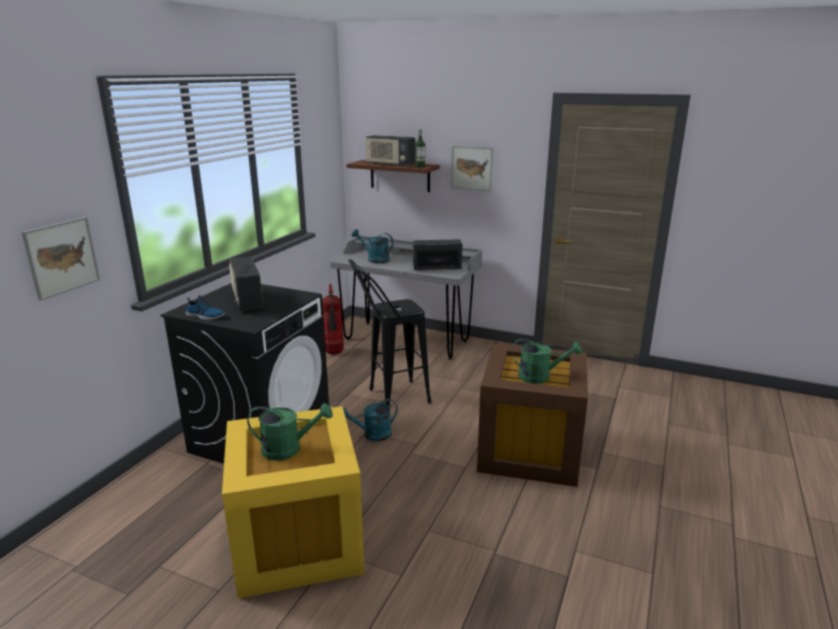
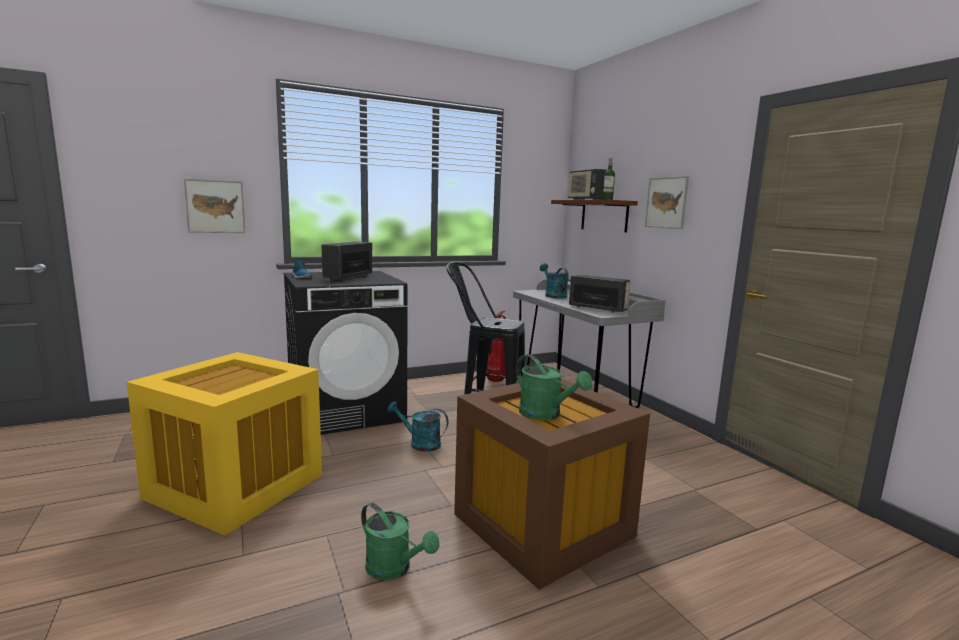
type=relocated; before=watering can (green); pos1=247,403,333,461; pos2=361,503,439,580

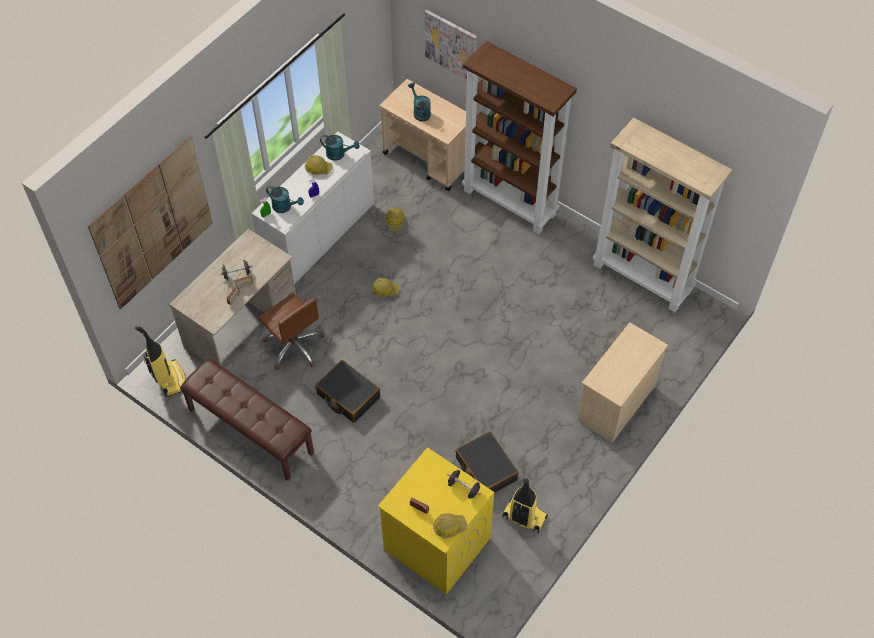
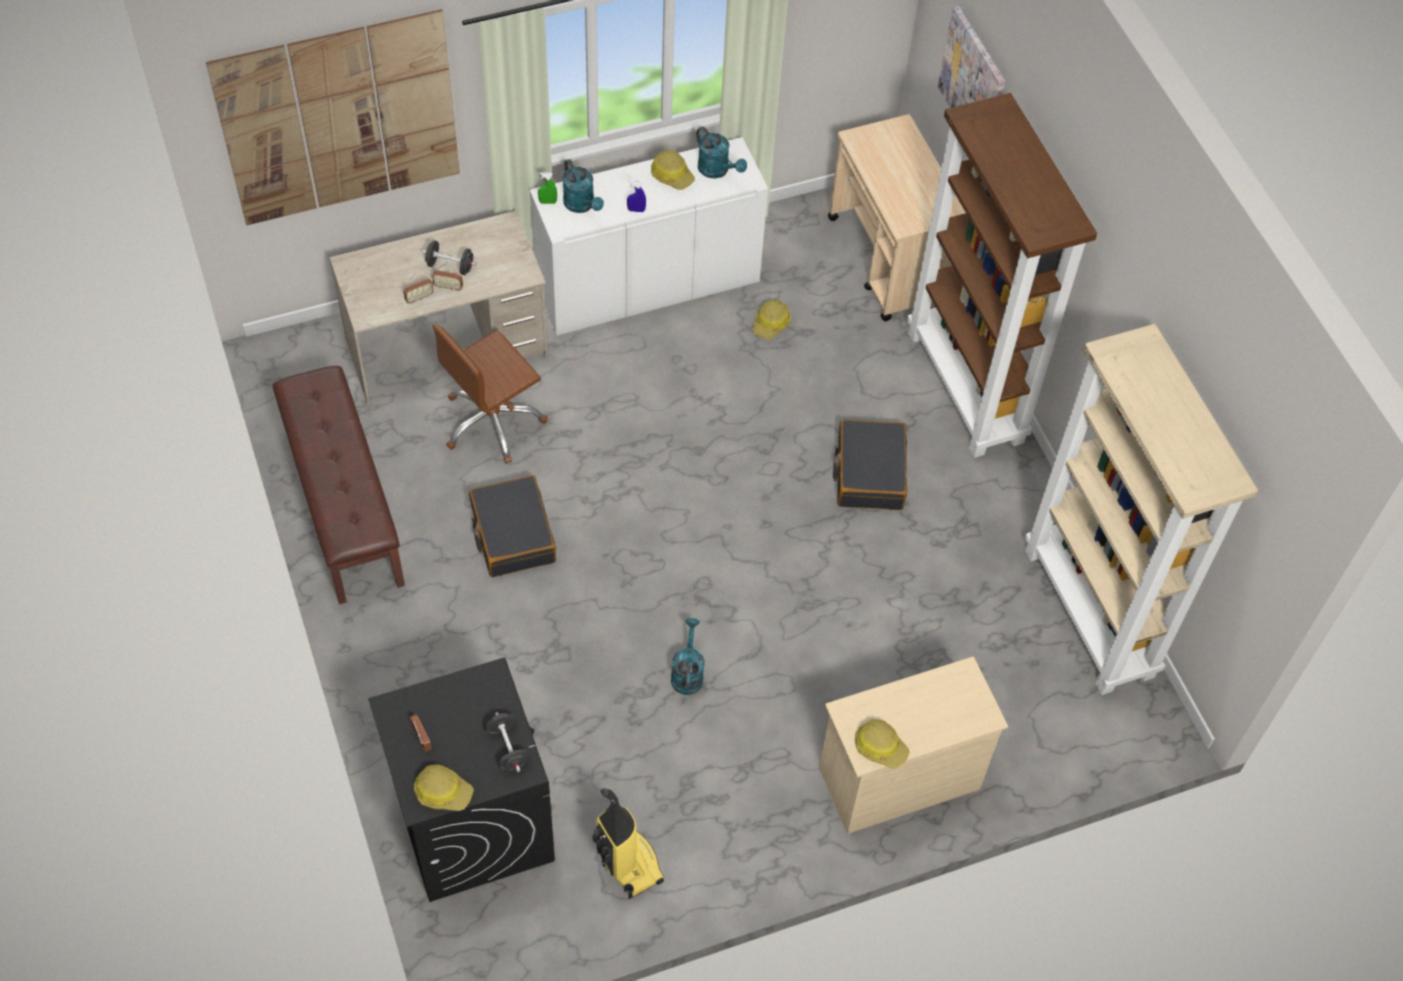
type=colour; before=washing machine (yellow); after=washing machine (black); pos1=378,447,494,595; pos2=368,658,555,902
type=spun; before=office chair (brown); pos1=258,293,325,370; pos2=433,324,547,463; turn=60
type=relocated; before=watering can (turquoise); pos1=408,83,431,121; pos2=671,618,705,695
type=relocated; before=suitcase (black); pos1=455,431,519,493; pos2=833,420,907,510
type=relocated; before=hard hat; pos1=372,278,399,297; pos2=855,719,910,769
type=missing; before=vacuum cleaner; pos1=135,326,186,397

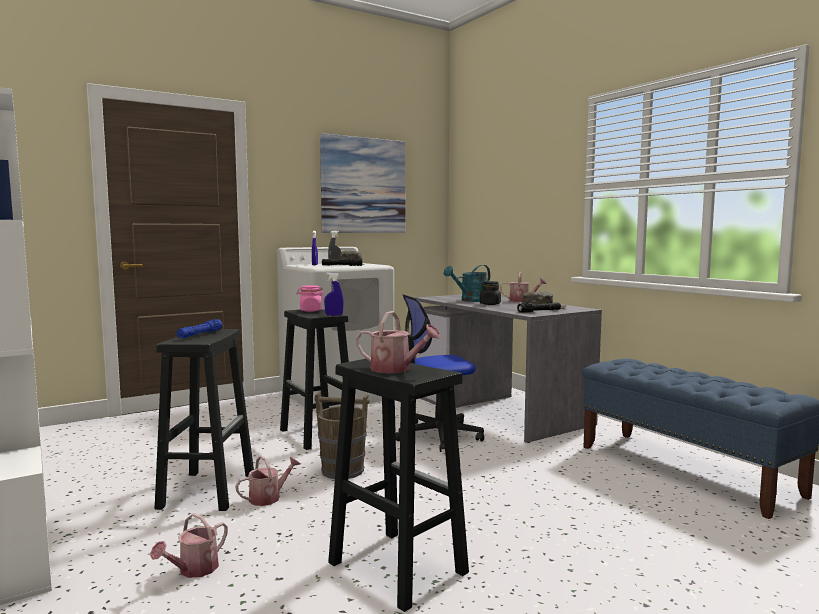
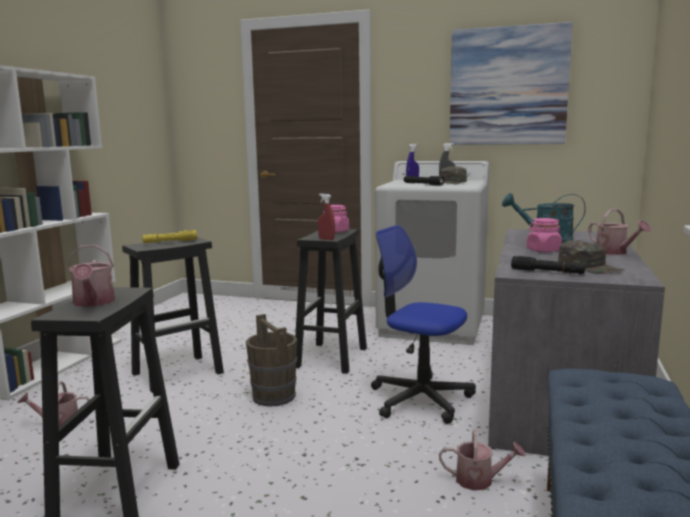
type=colour; before=flashlight (blue); after=flashlight (yellow); pos1=177,319,223,338; pos2=142,230,197,243
type=colour; before=spray bottle (blue); after=spray bottle (red); pos1=324,272,344,316; pos2=318,193,335,240
type=relocated; before=watering can; pos1=235,456,300,506; pos2=439,429,526,491
type=colour; before=jar (black); after=jar (pink); pos1=480,281,501,305; pos2=527,218,562,252

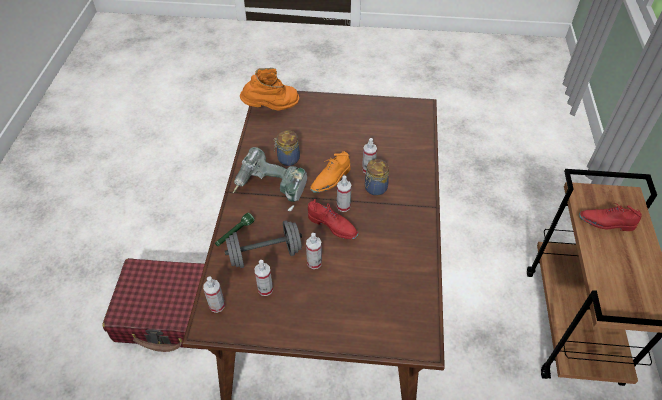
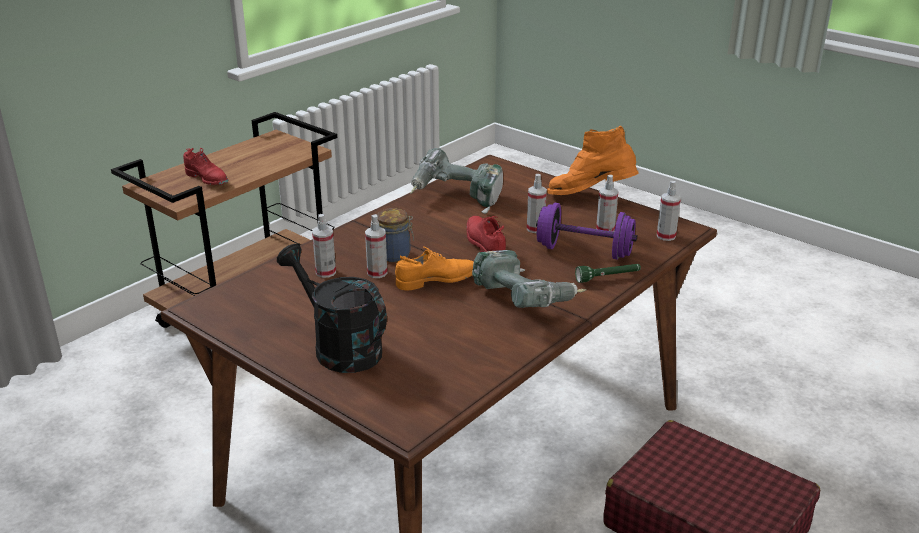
type=appeared; after=watering can (black); pos2=277,244,387,373
type=relocated; before=spray bottle; pos1=337,176,351,212; pos2=312,214,336,278
type=appeared; after=power drill; pos2=410,148,503,214
type=colour; before=dumbbell (grey); after=dumbbell (purple); pos1=225,220,302,268; pos2=536,203,637,260
type=relocated; before=boot (orange); pos1=240,68,299,111; pos2=547,126,638,195
type=missing; before=jar; pos1=274,130,300,166

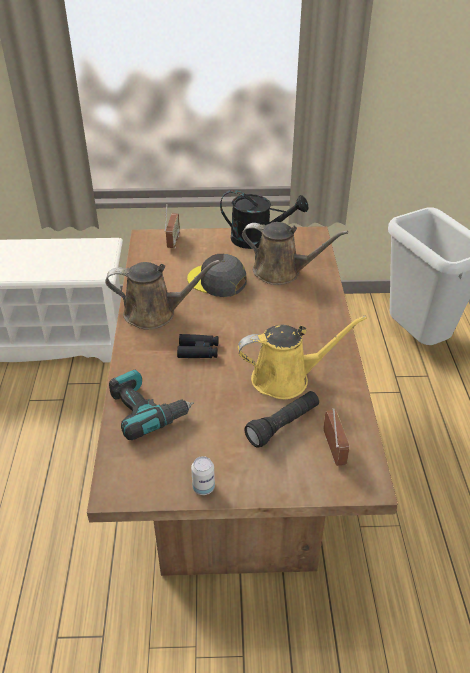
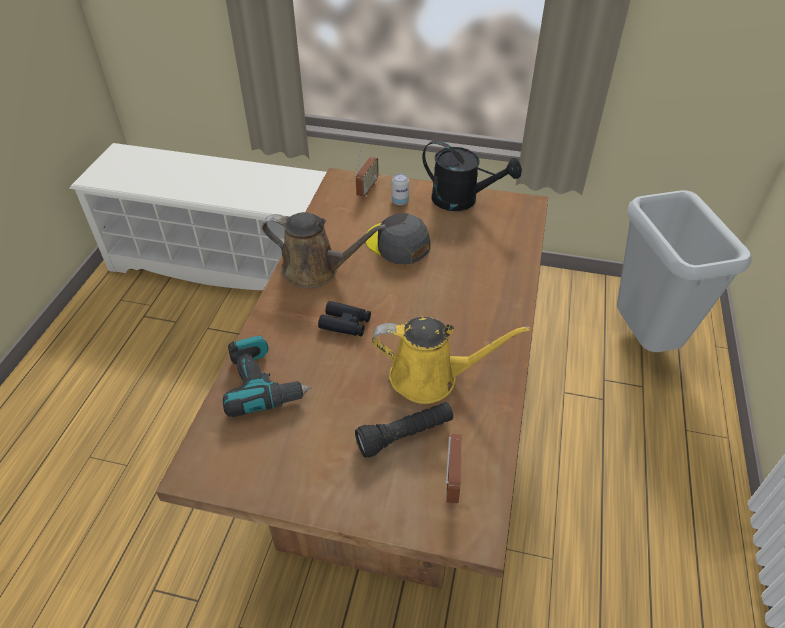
type=relocated; before=can; pos1=191,456,215,495; pos2=392,173,409,205
type=missing; before=watering can (brown); pos1=242,222,348,285

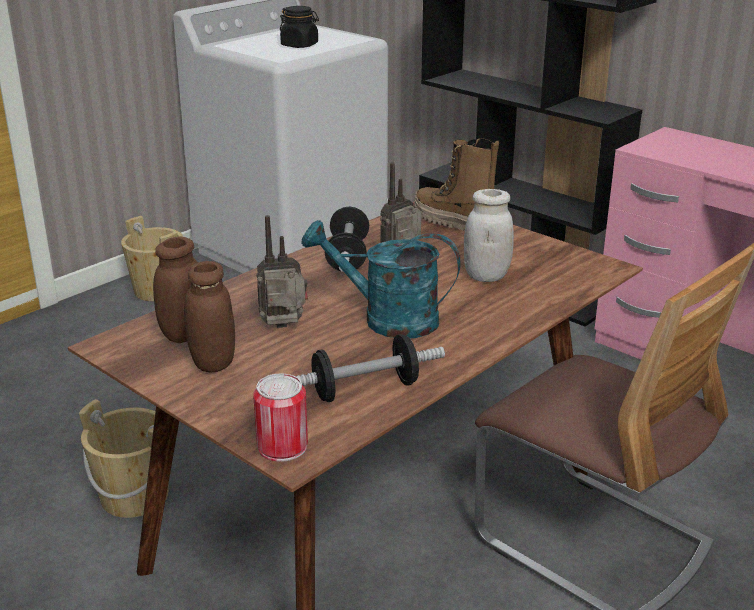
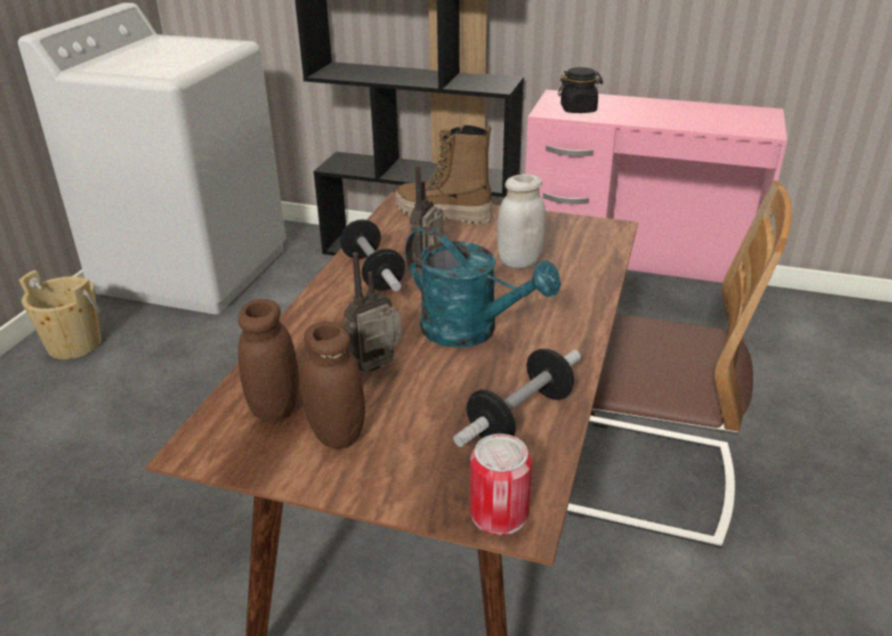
type=spun; before=watering can (turquoise); pos1=301,220,460,338; pos2=405,227,561,348; turn=-135
type=relocated; before=jar (black); pos1=280,6,319,48; pos2=558,67,603,113
type=missing; before=bucket (beige); pos1=79,399,169,518

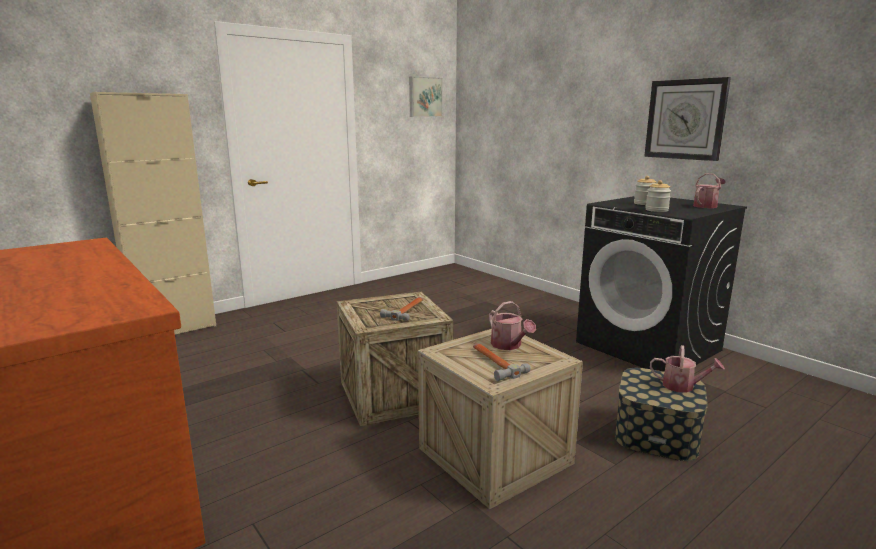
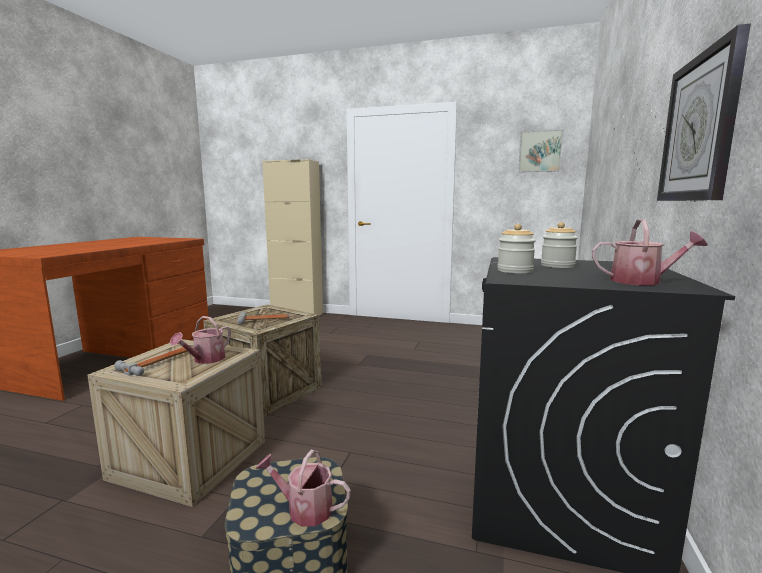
type=spun; before=watering can; pos1=650,345,725,393; pos2=255,450,351,526; turn=120

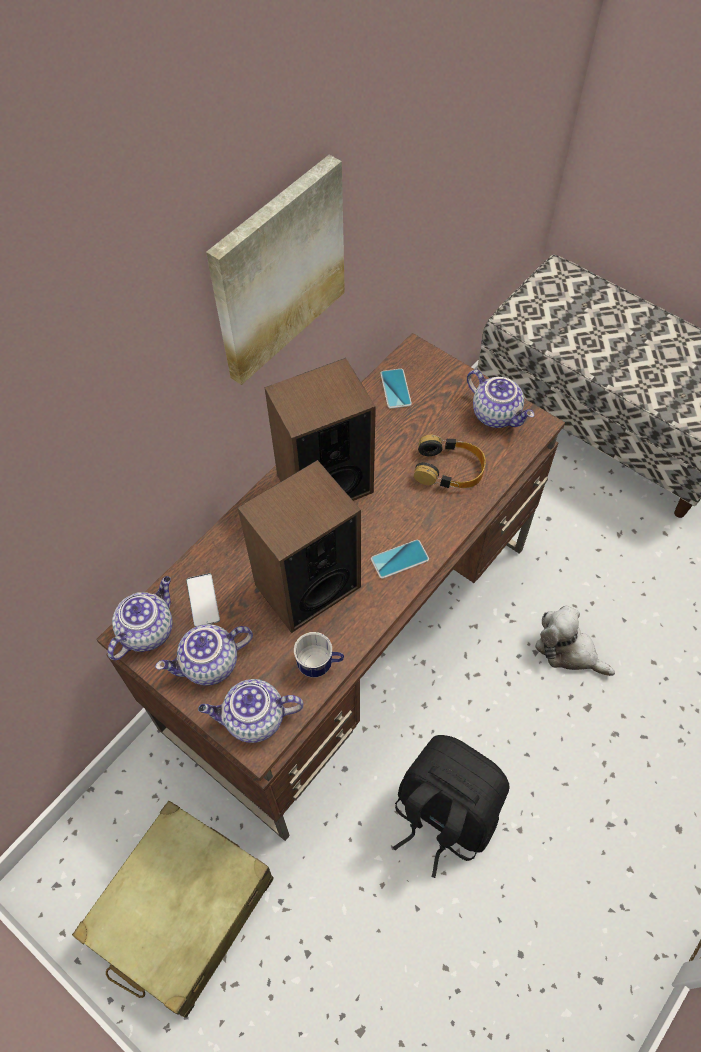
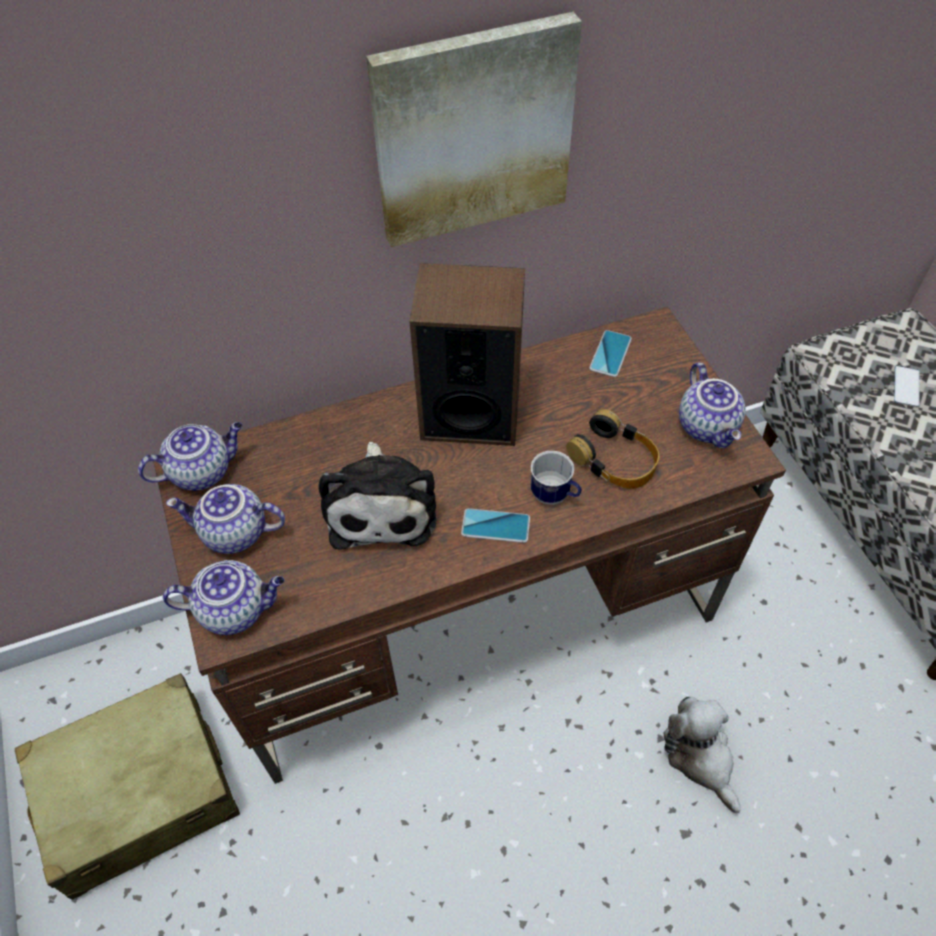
type=spun; before=teapot; pos1=198,679,303,743; pos2=163,560,284,635; turn=150
type=exchanged; before=speaker; after=plush toy; pos1=238,460,361,633; pos2=318,442,437,549
type=relocated; before=mug; pos1=294,632,344,678; pos2=531,451,582,504
type=relocated; before=phone; pos1=186,573,220,627; pos2=894,365,919,407
type=missing; before=backpack (black); pos1=393,735,510,878

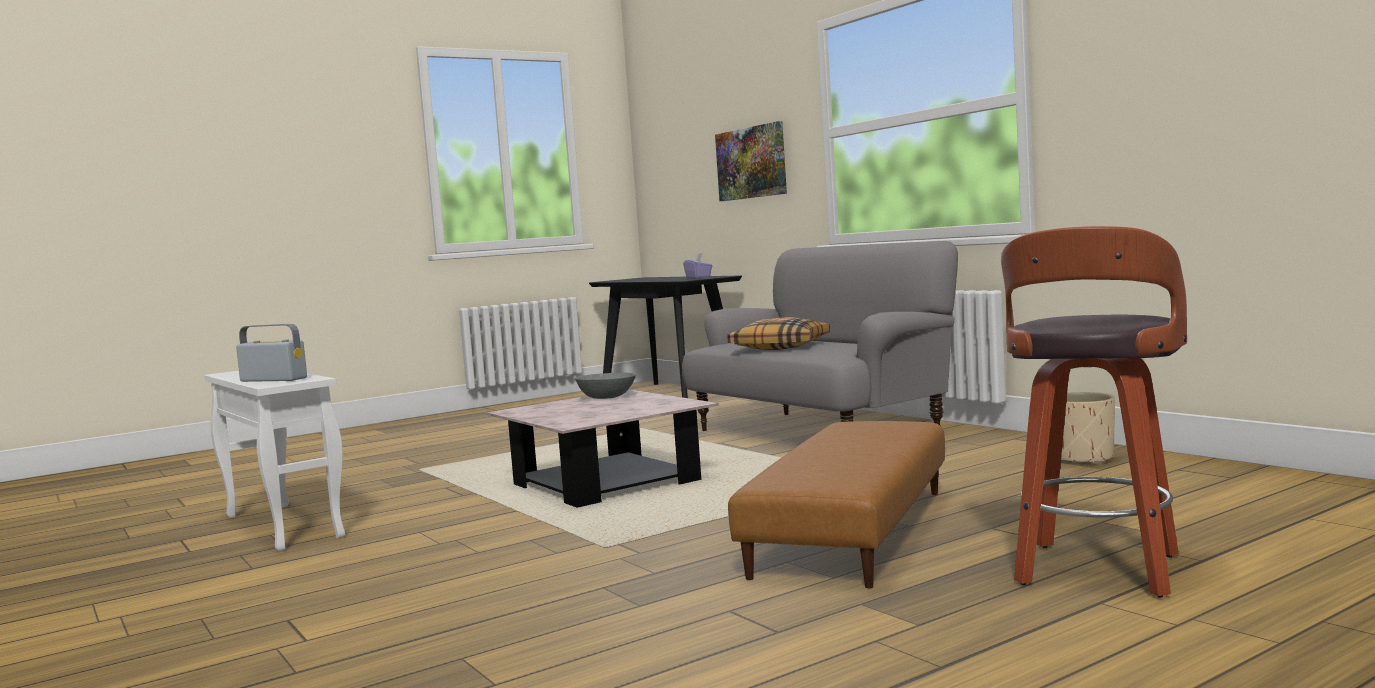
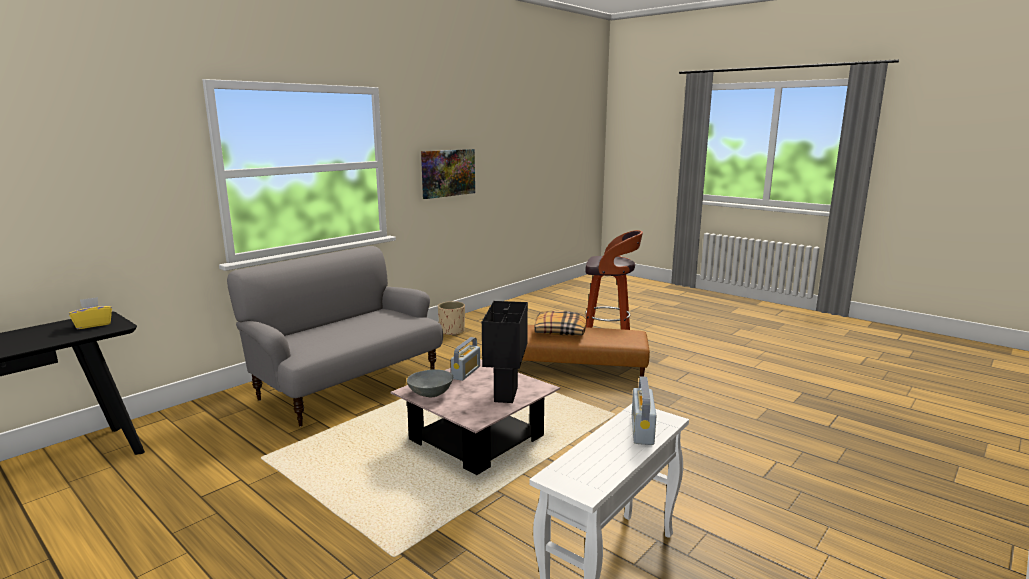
type=colour; before=tissue box (purple); after=tissue box (yellow); pos1=683,253,712,279; pos2=69,297,112,329
type=relocated; before=picture; pos1=715,121,787,201; pos2=421,149,475,199
type=appeared; after=radio; pos2=451,337,480,381
type=appeared; after=table lamp (black); pos2=482,301,528,403
type=relocated; before=pillow; pos1=727,317,830,350; pos2=535,311,587,336

